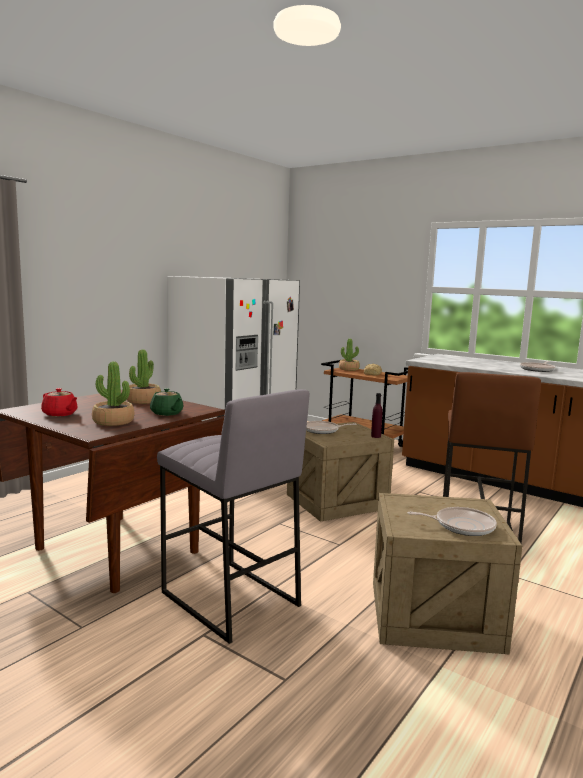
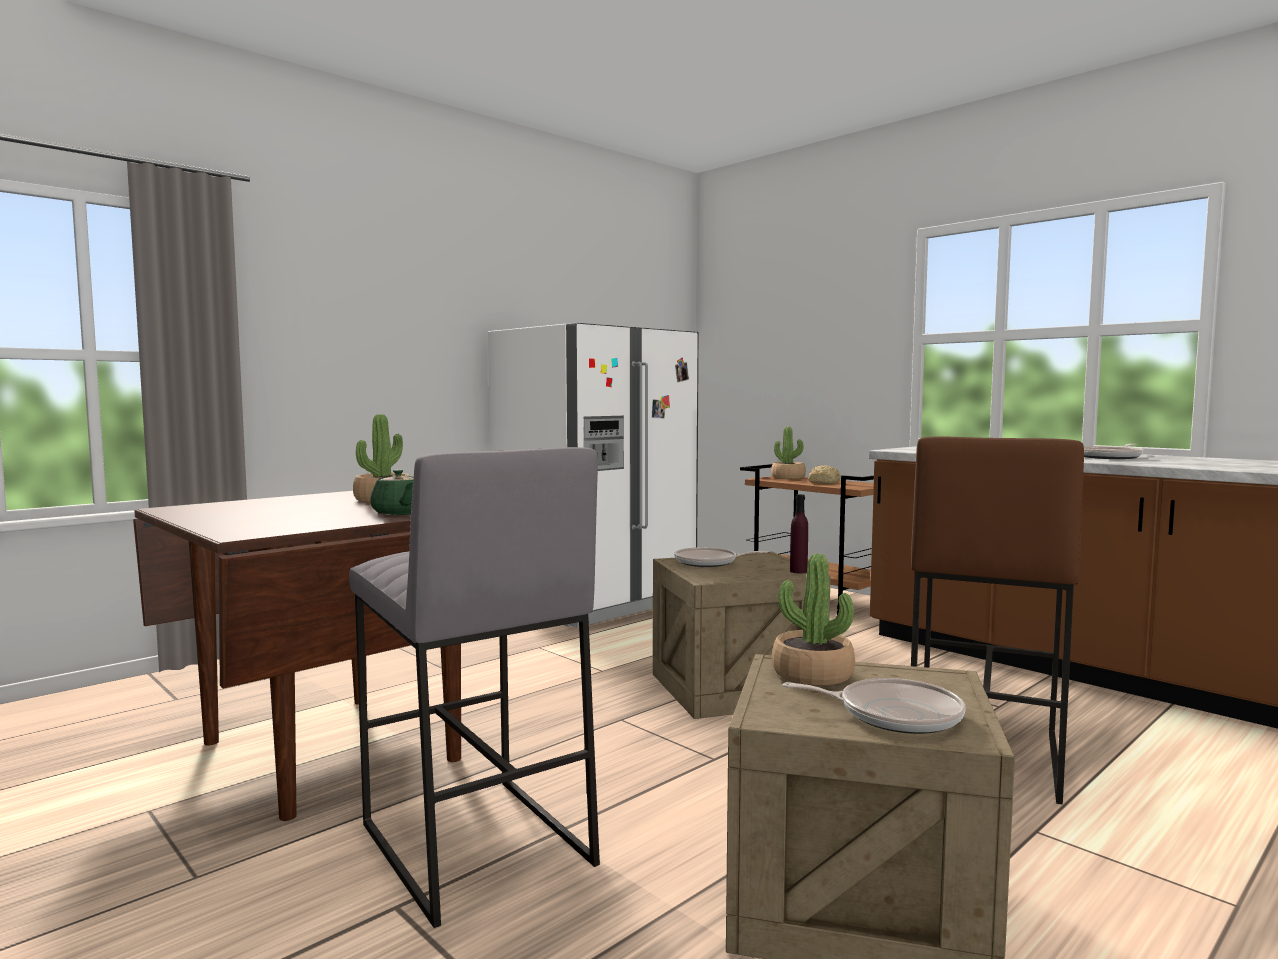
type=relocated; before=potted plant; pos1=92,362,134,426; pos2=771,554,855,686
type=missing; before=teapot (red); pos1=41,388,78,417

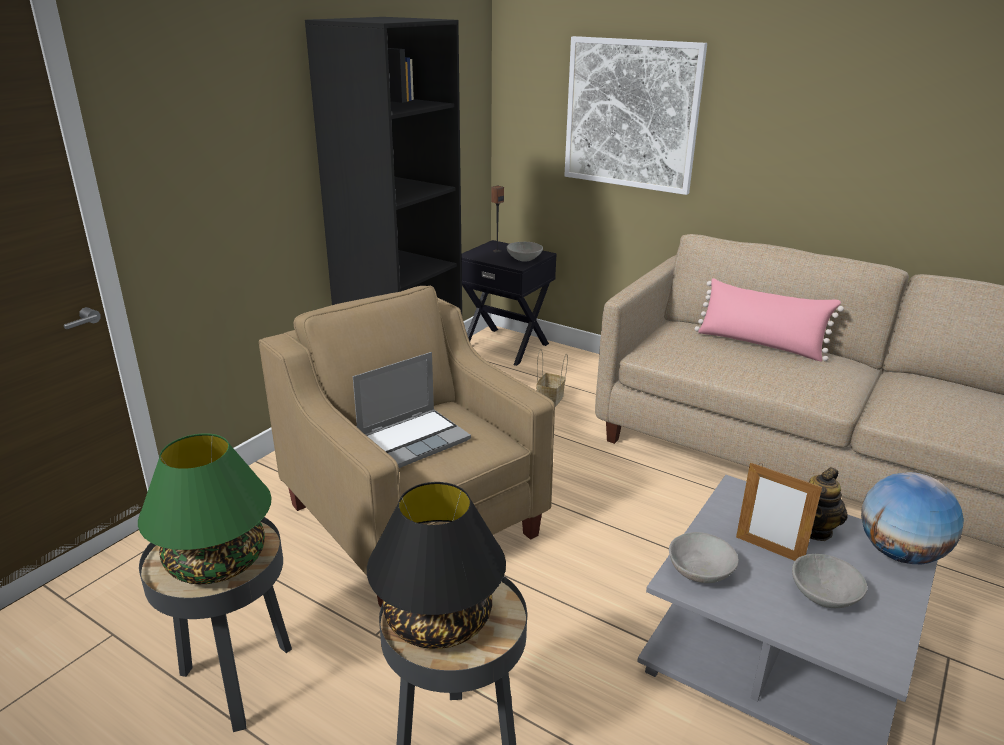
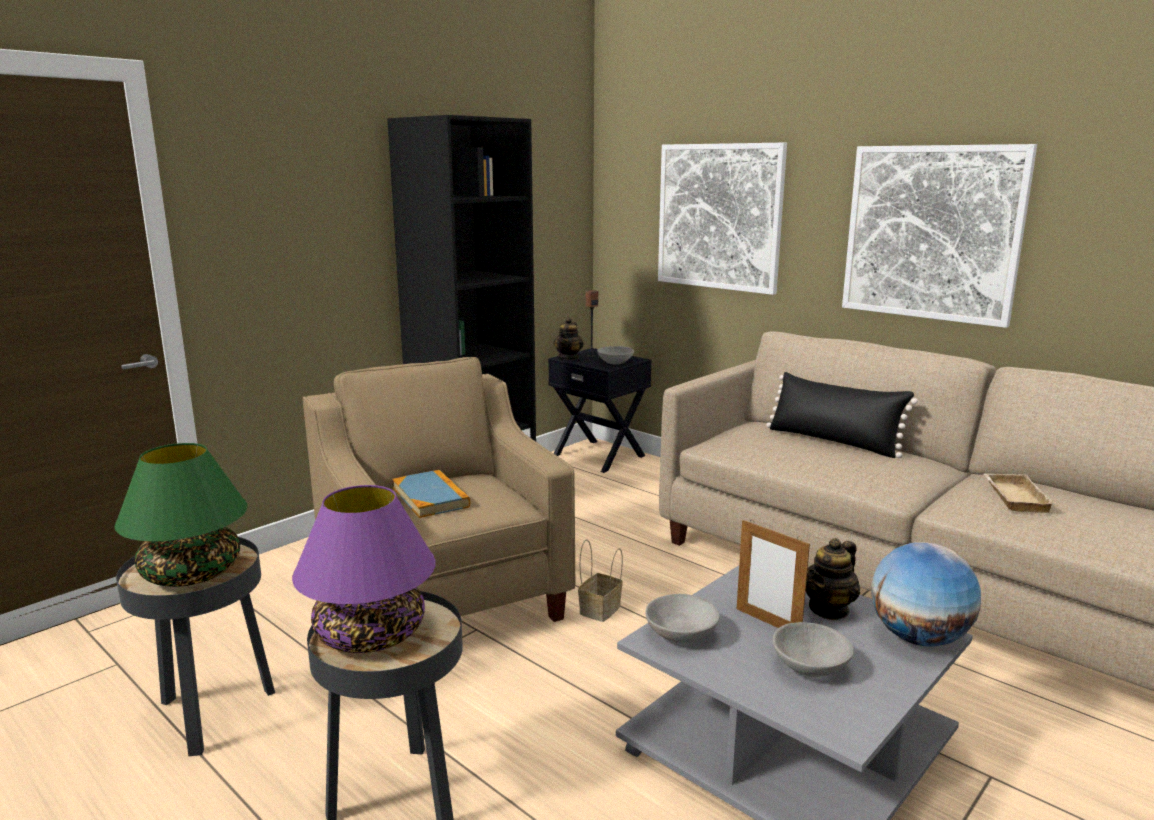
type=colour; before=table lamp (black); after=table lamp (purple); pos1=367,482,506,649; pos2=292,485,436,653
type=exchanged; before=laptop; after=book; pos1=353,352,471,468; pos2=392,470,470,518
type=appeared; after=teapot; pos2=554,317,584,360
type=relocated; before=basket; pos1=536,349,568,407; pos2=578,539,623,622
type=colour; before=pillow (pink); after=pillow (black); pos1=694,278,844,361; pos2=766,372,918,458
type=appeared; after=picture; pos2=842,144,1037,328
type=appeared; after=tray (beige); pos2=983,473,1056,513

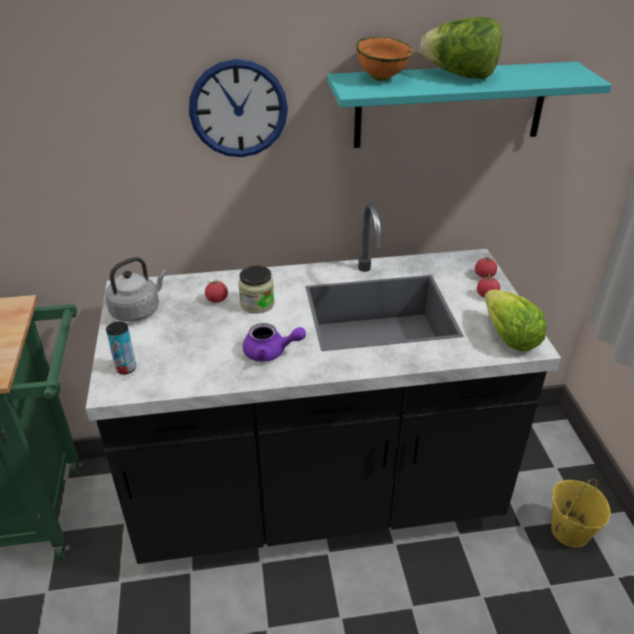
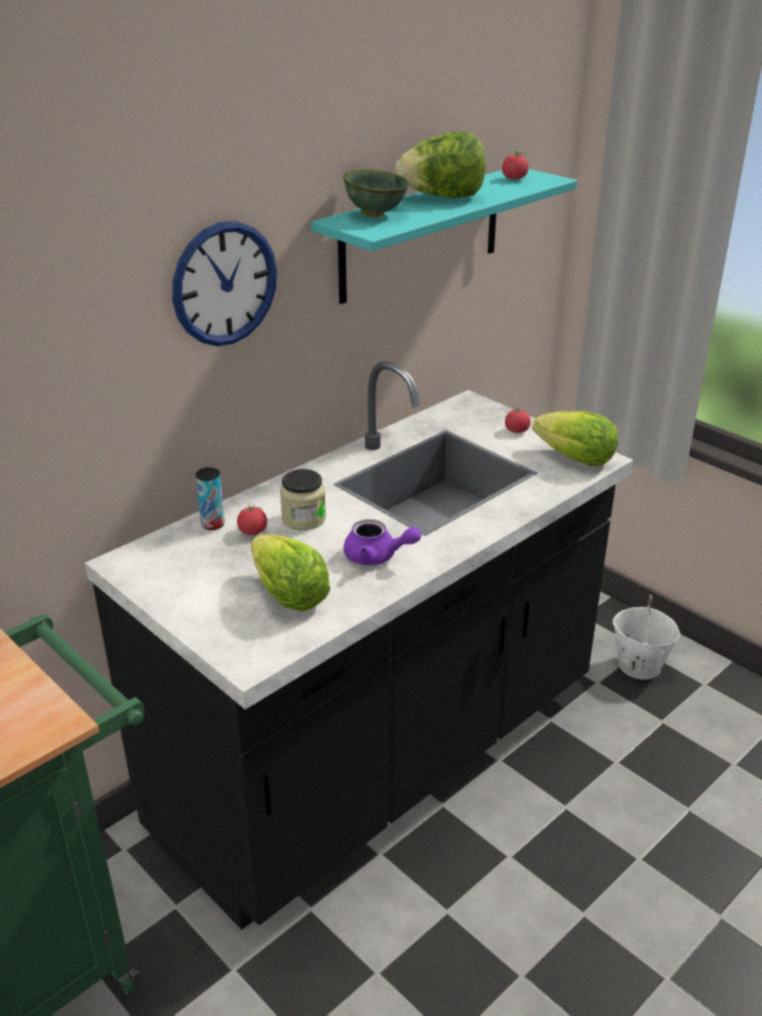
type=relocated; before=can; pos1=106,322,136,374; pos2=196,467,225,530
type=appeared; after=lettuce; pos2=251,534,331,611
type=colour; before=bowl (orange); after=bowl (green); pos1=356,36,413,81; pos2=343,169,409,217
type=spun; before=teapot (purple); pos1=243,323,306,362; pos2=344,519,421,565; turn=45
type=relocated; before=tomato; pos1=475,255,497,278; pos2=502,151,529,180
type=colour; before=bucket (yellow); after=bucket (white); pos1=551,478,611,547; pos2=613,595,680,680
type=missing; before=kettle (grey); pos1=105,257,167,322

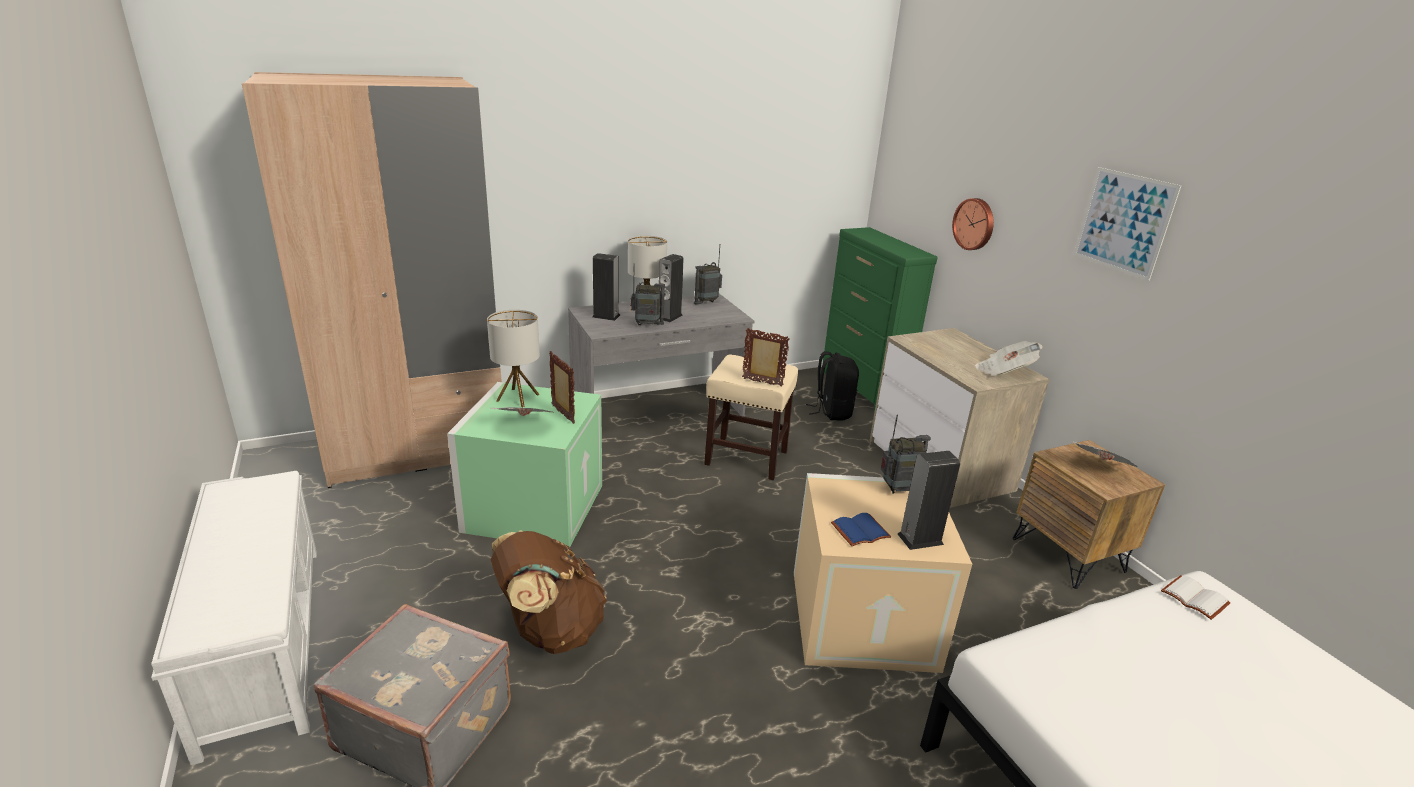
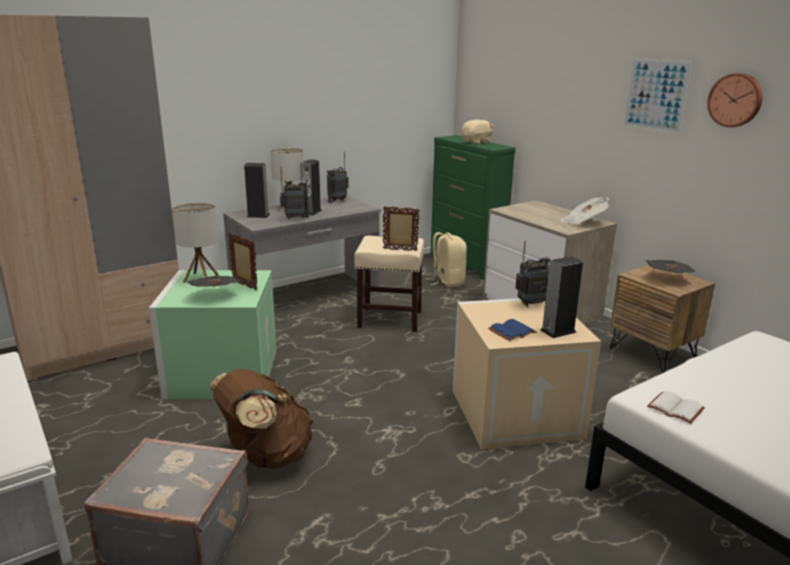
type=colour; before=backpack (black); after=backpack (beige); pos1=806,351,859,420; pos2=426,232,467,287
type=appeared; after=plush toy (beige); pos2=461,120,493,145
type=relocated; before=book (white); pos1=1161,575,1231,620; pos2=647,391,705,424
type=relocated; before=wall clock; pos1=952,198,994,250; pos2=707,73,762,127

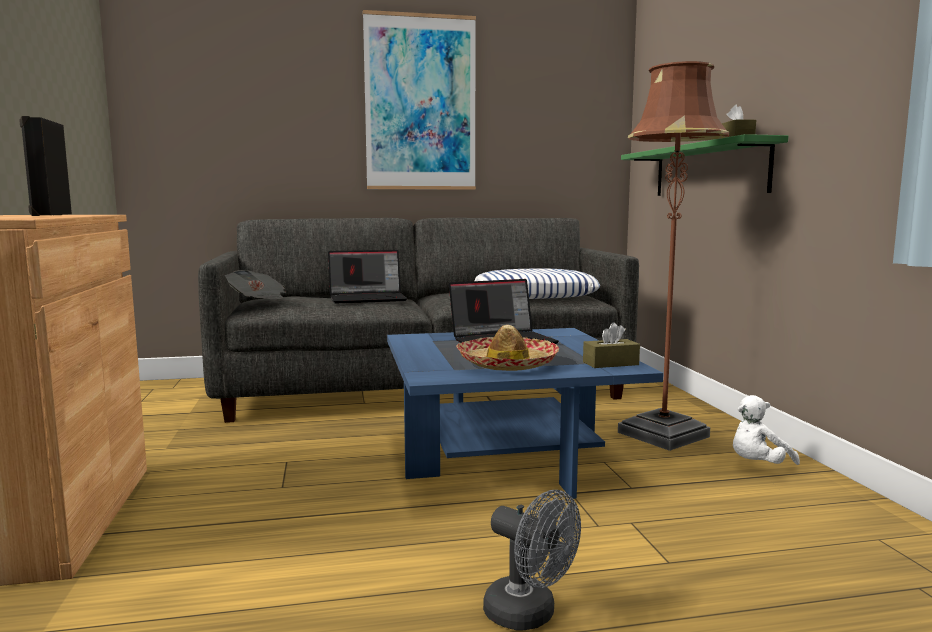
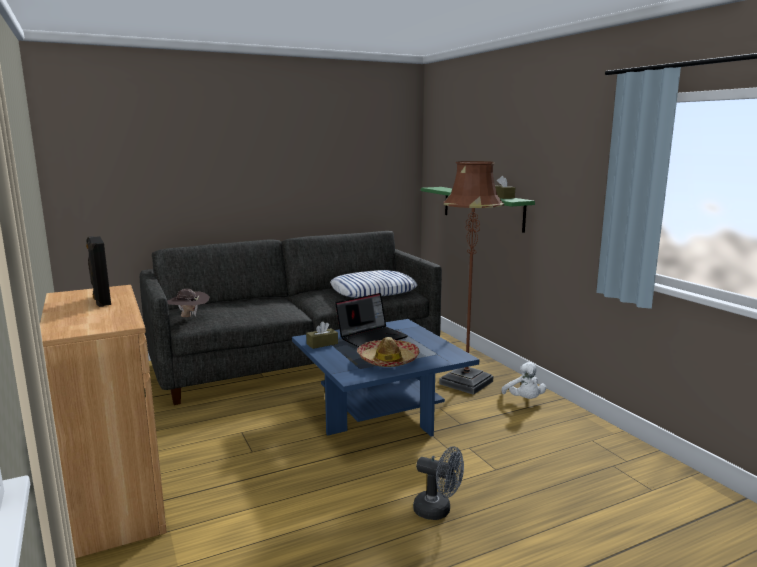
type=exchanged; before=newspaper; after=hat (brown); pos1=225,270,286,299; pos2=167,289,209,317
type=relocated; before=tissue box (brown); pos1=583,322,640,368; pos2=306,321,338,349
type=spun; before=plush toy (white); pos1=733,395,800,465; pos2=501,362,546,399; turn=-60
type=missing; before=laptop; pos1=328,250,407,304
type=missing; before=picture; pos1=363,10,476,190

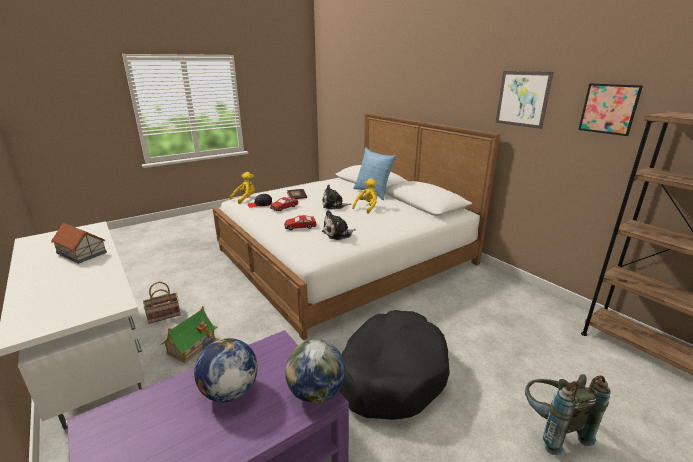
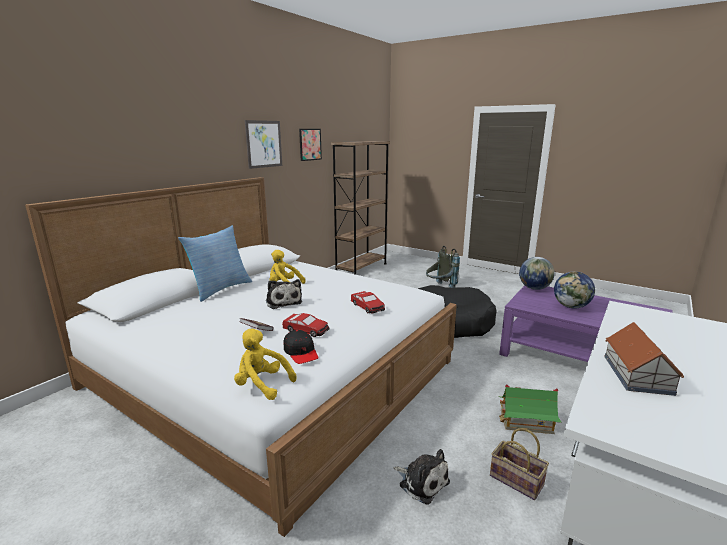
type=relocated; before=plush toy; pos1=322,210,356,240; pos2=393,449,450,505

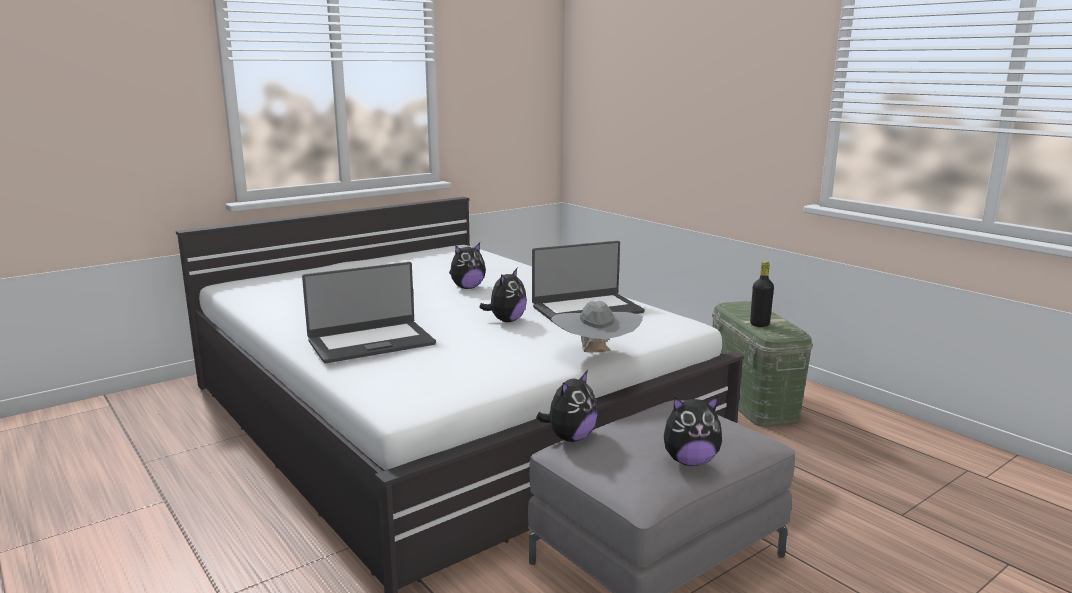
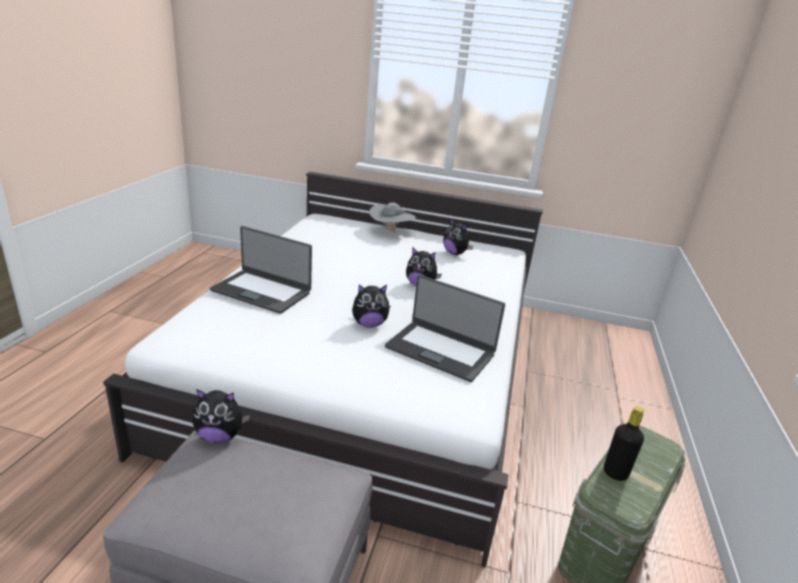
type=relocated; before=hat (grey); pos1=551,301,643,352; pos2=369,203,416,233
type=relocated; before=plush toy; pos1=664,396,722,466; pos2=443,219,473,255

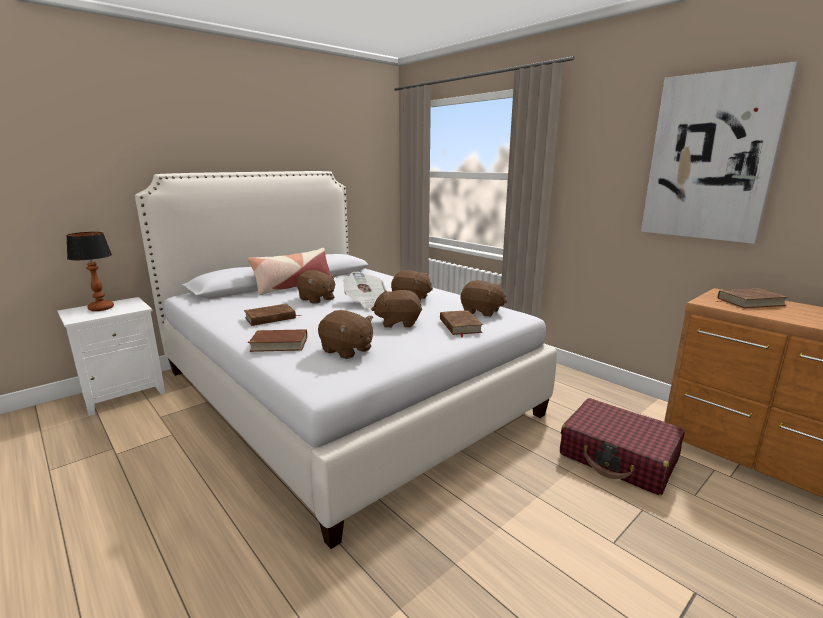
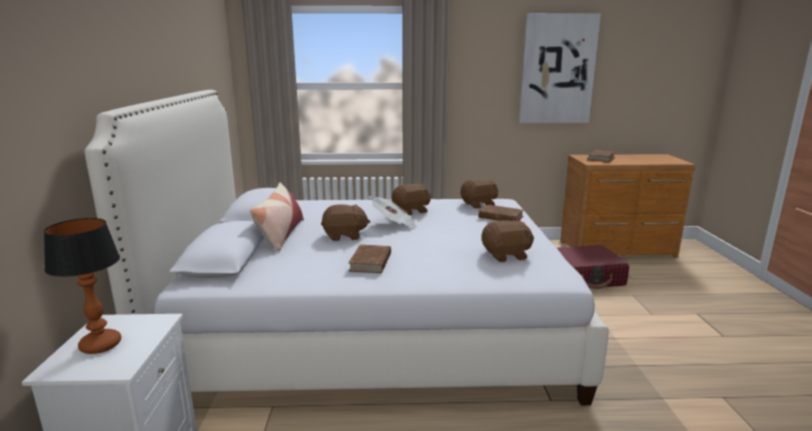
type=missing; before=book (brown); pos1=246,329,307,352
type=missing; before=plush toy (brown); pos1=371,290,422,328

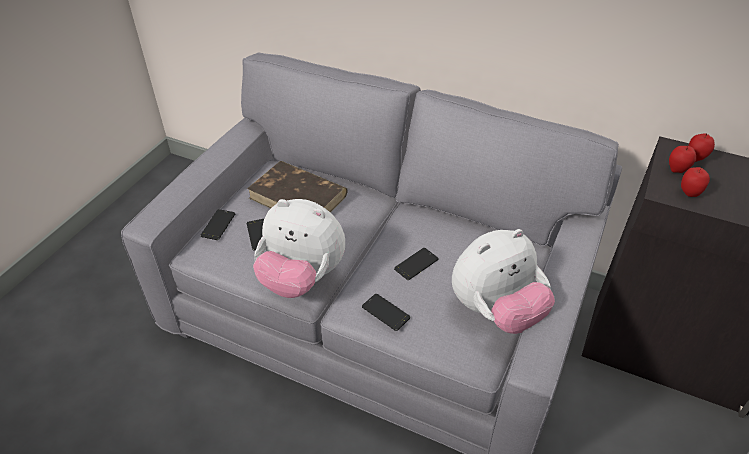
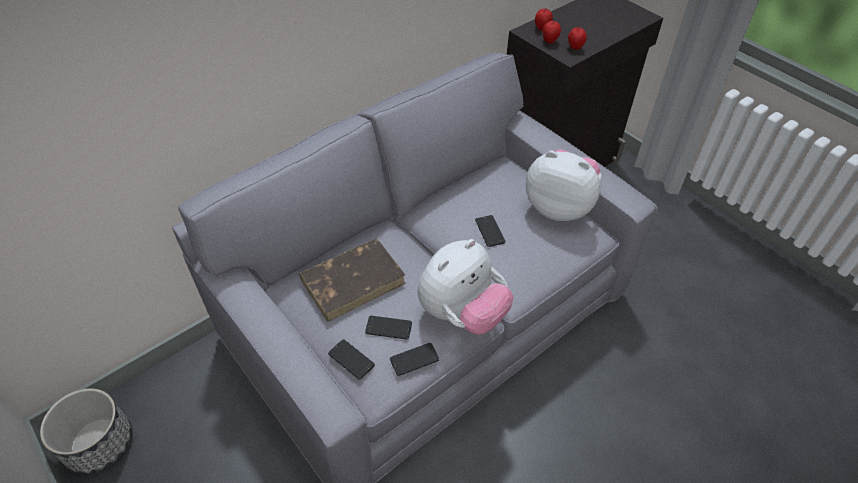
type=appeared; after=planter; pos2=40,388,133,475
type=relocated; before=phone; pos1=362,294,410,331; pos2=390,343,439,376
type=spun; before=plush toy; pos1=452,229,555,334; pos2=526,149,602,221; turn=-60

